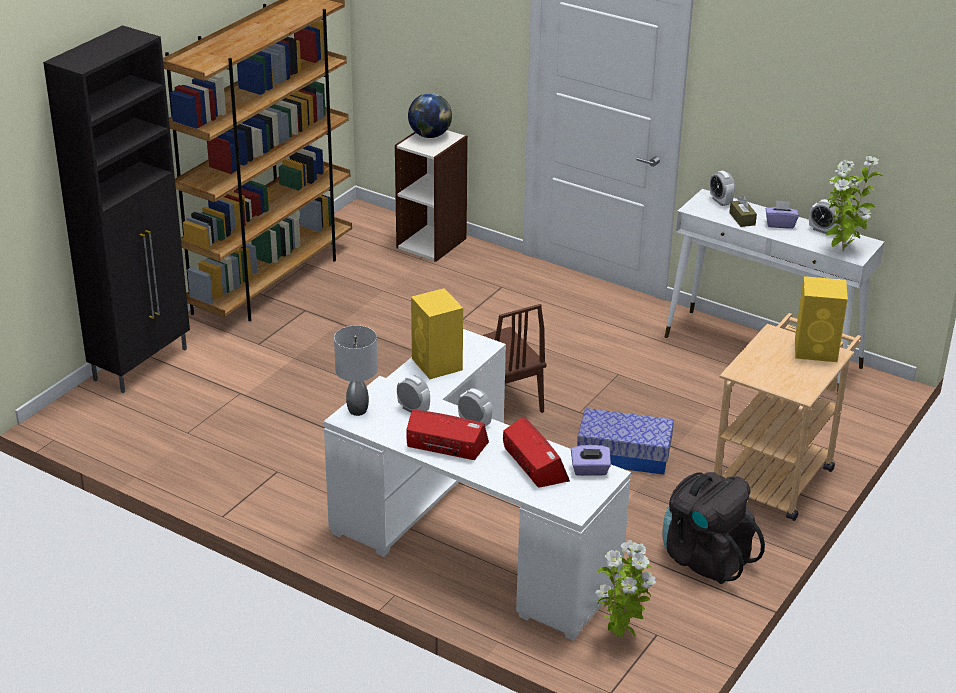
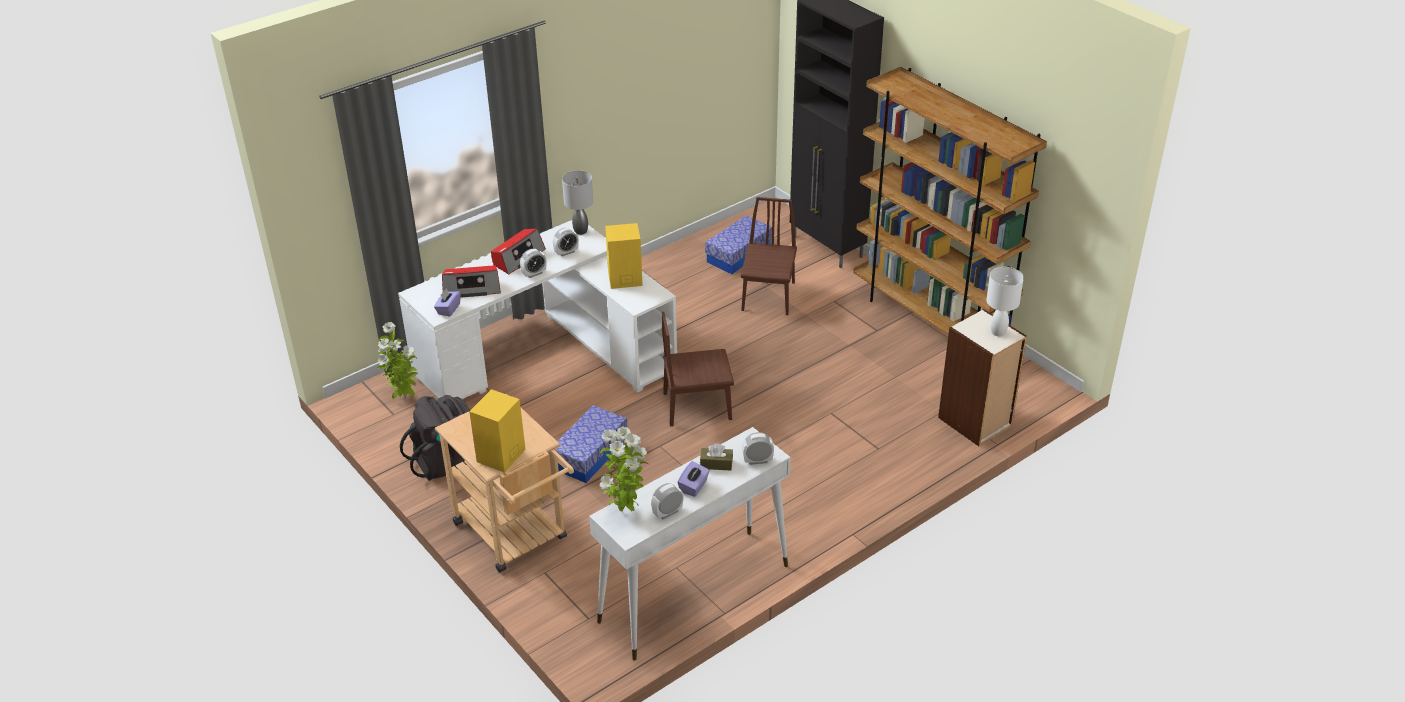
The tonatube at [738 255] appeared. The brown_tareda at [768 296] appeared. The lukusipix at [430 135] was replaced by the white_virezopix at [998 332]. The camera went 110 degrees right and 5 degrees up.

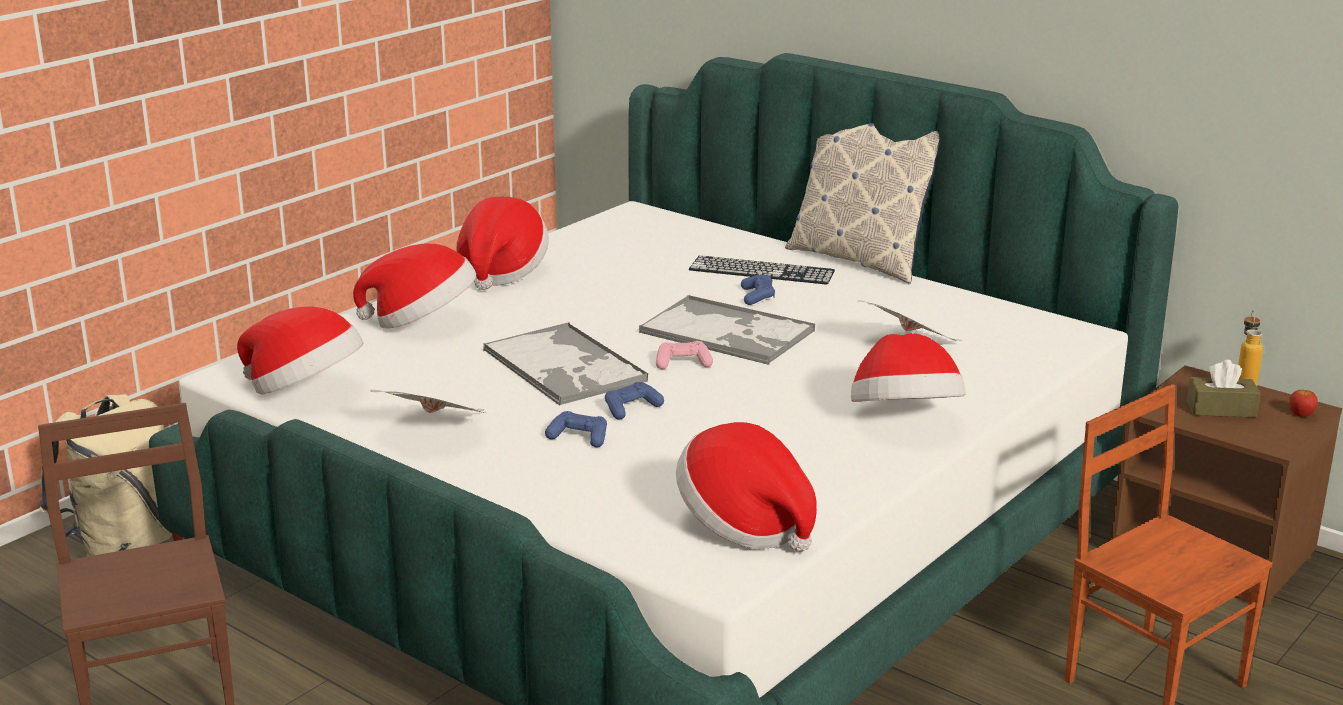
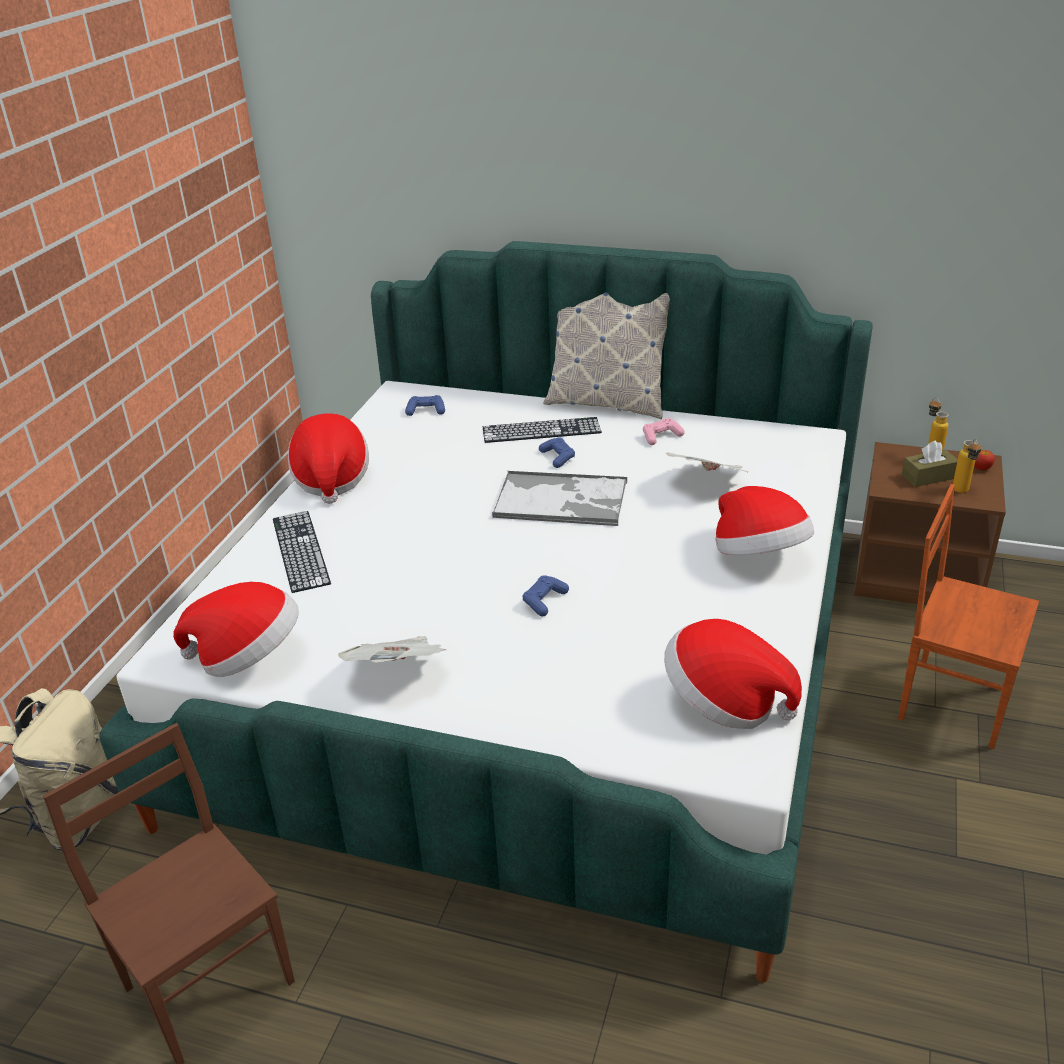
The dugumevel at [422 321] was replaced by the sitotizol at [300 550]. The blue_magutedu moved from [579 437] to [426 411]. The pink_magutedu moved from [683 363] to [661 437]. The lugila at [962 493] appeared. The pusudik at [565 366] disappeared. The camera went 20 degrees left and 10 degrees up.

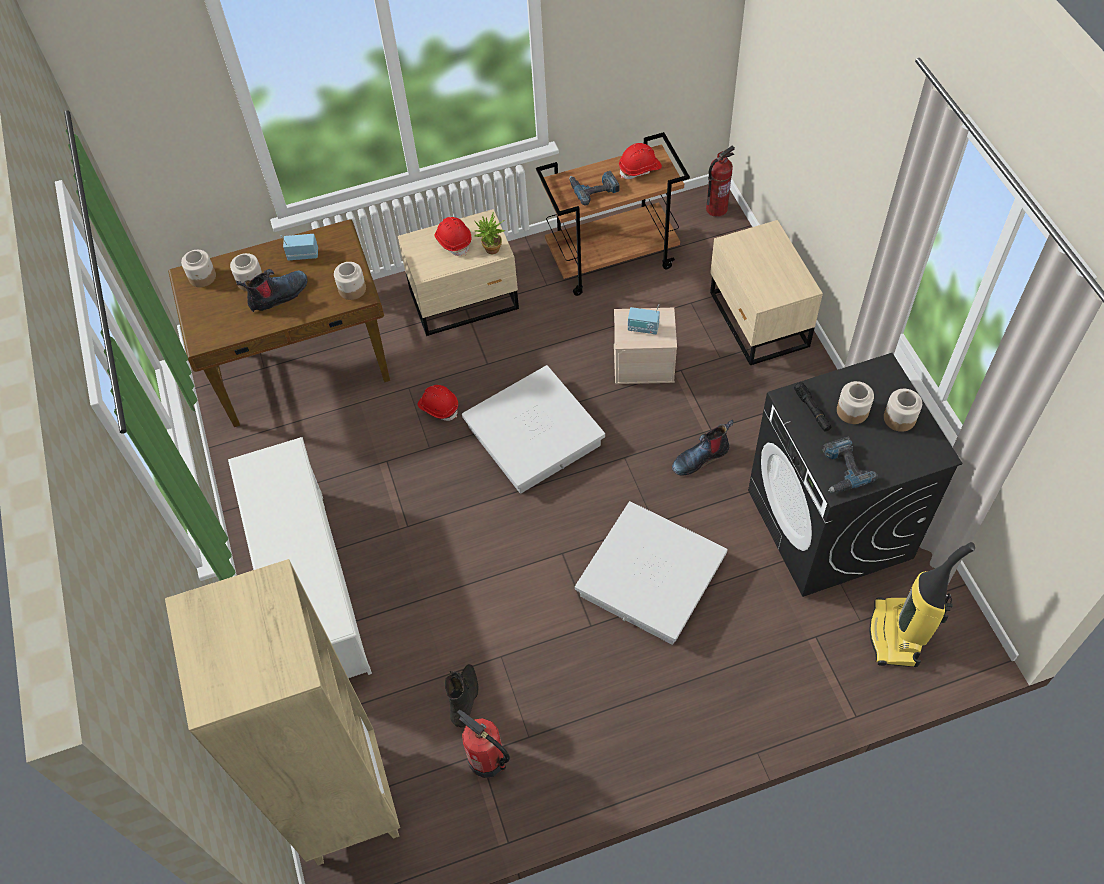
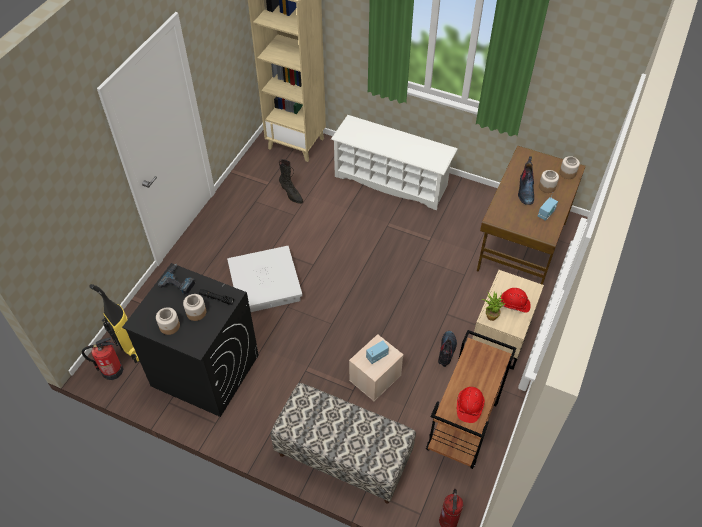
The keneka moved from [487 760] to [111 370]. The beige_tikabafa at [757 321] was replaced by the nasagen at [343 457]. The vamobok moved from [700 457] to [447 351]. The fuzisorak at [352 289] disappeared. The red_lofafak at [438 407] disappeared. The white_tonatube at [533 436] disappeared. The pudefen at [593 188] disappeared. The camera went 130 degrees right and 5 degrees down.

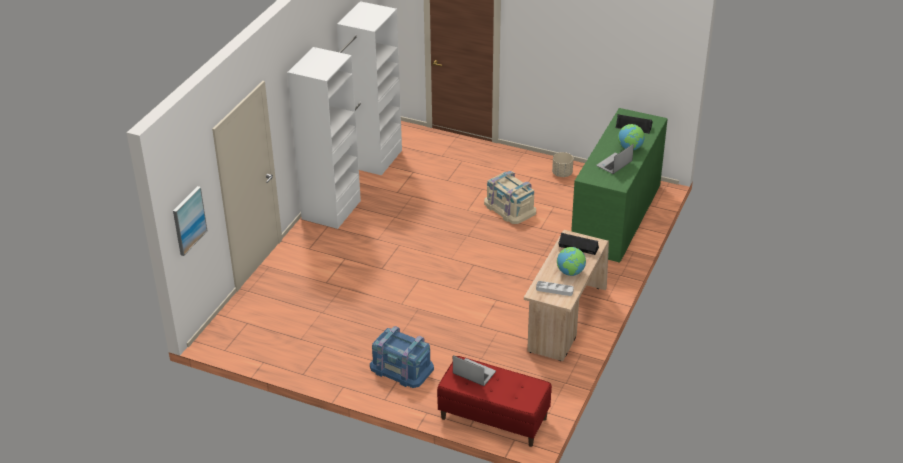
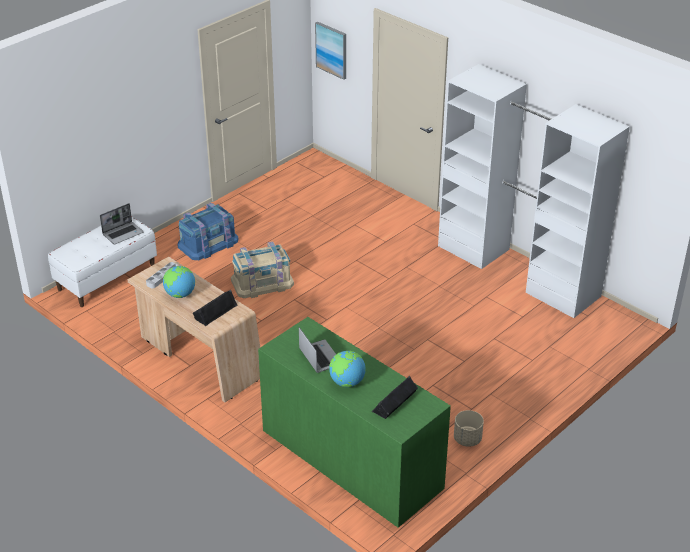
The red_nasagen at [493 418] became the white_nasagen at [106 277]. The beige_tonatube moved from [509 207] to [262 282]. The camera went 110 degrees right and 0 degrees up.

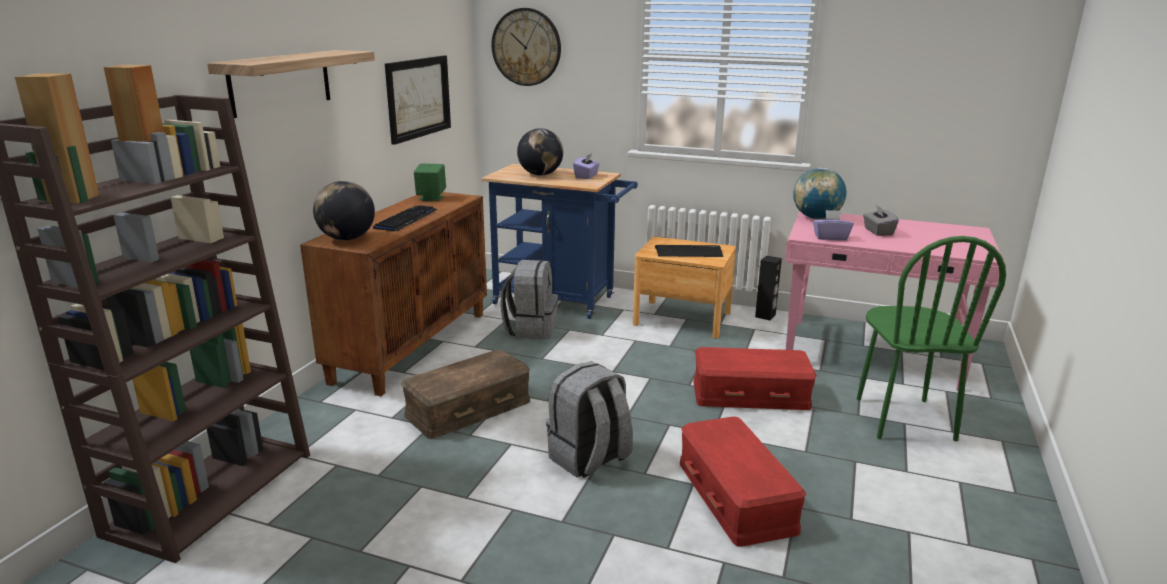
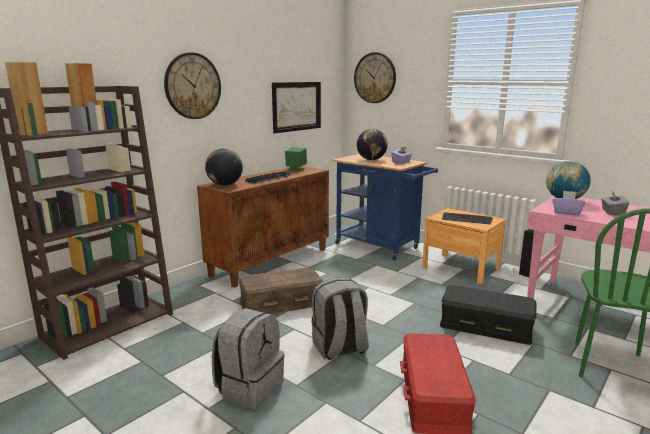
The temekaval at [281 82] was replaced by the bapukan at [192 86]. The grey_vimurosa moved from [531 329] to [249 387]. The red_tonatube at [750 393] became the black_tonatube at [486 325]. The camera went 20 degrees right and 5 degrees down.

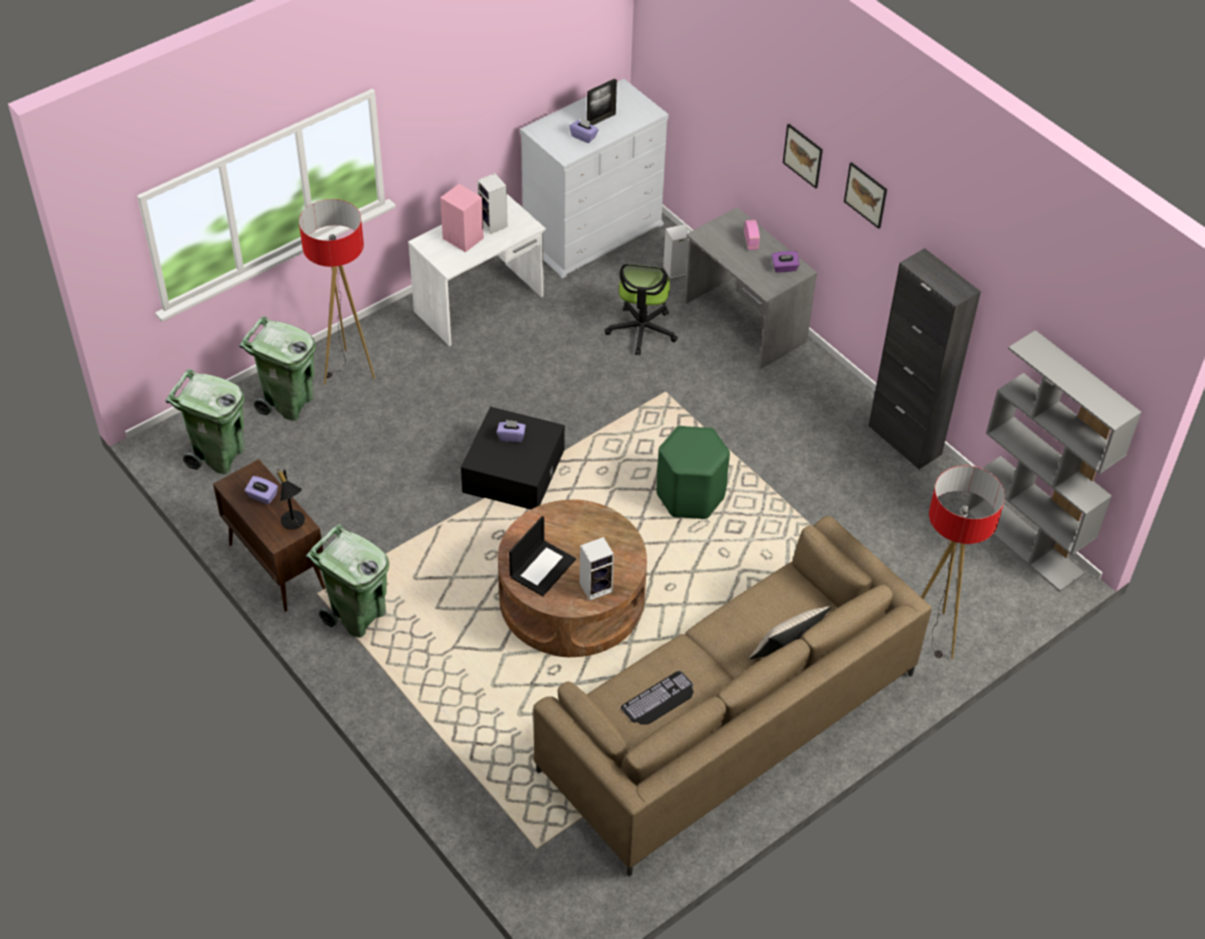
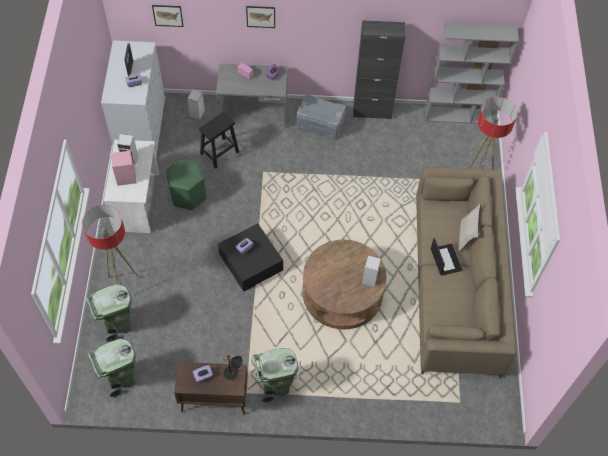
The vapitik moved from [866 195] to [168 15]. The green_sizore moved from [690 496] to [188 195]. The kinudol at [642 330] was replaced by the black_sizore at [219 153]. The grey_tonatube at [320 124] appeared. The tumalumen moved from [542 567] to [445 259]. The sitotizol at [659 700] disappeared. The camera went 50 degrees left and 10 degrees up.

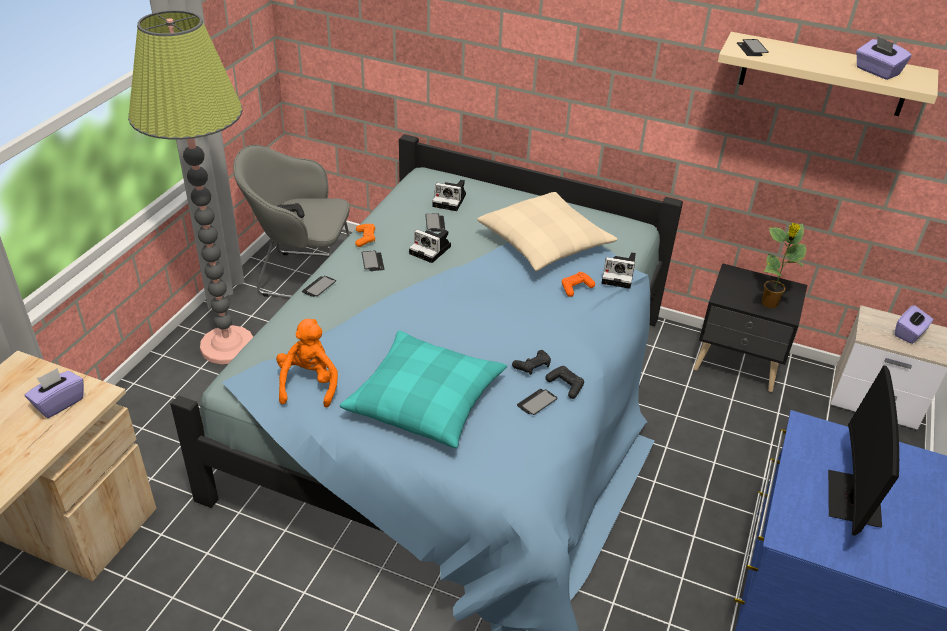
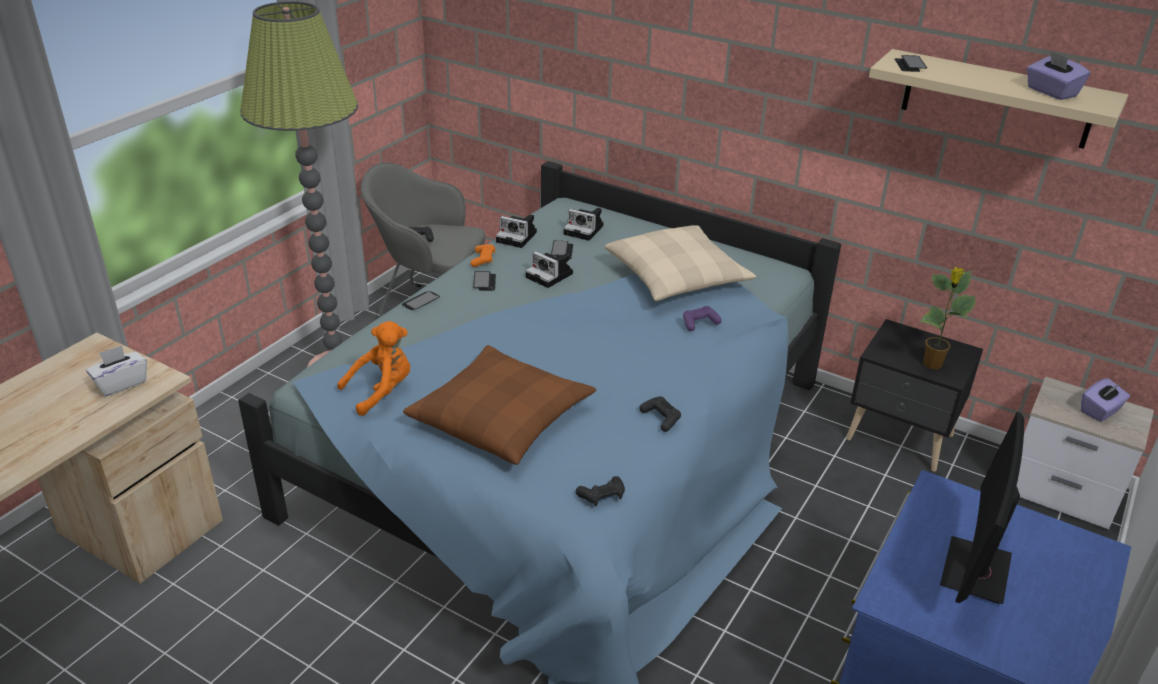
The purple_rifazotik at [59 403] became the white_rifazotik at [121 383]. The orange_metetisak at [309 384] turned 45 degrees clockwise. The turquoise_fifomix at [425 399] became the brown_fifomix at [501 417]. The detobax moved from [619 275] to [518 237]. The black_magutedu moved from [532 366] to [602 496]. The orange_magutedu at [576 288] became the purple_magutedu at [699 323]. The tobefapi at [537 402] disappeared. The camera went 10 degrees right and 5 degrees down.

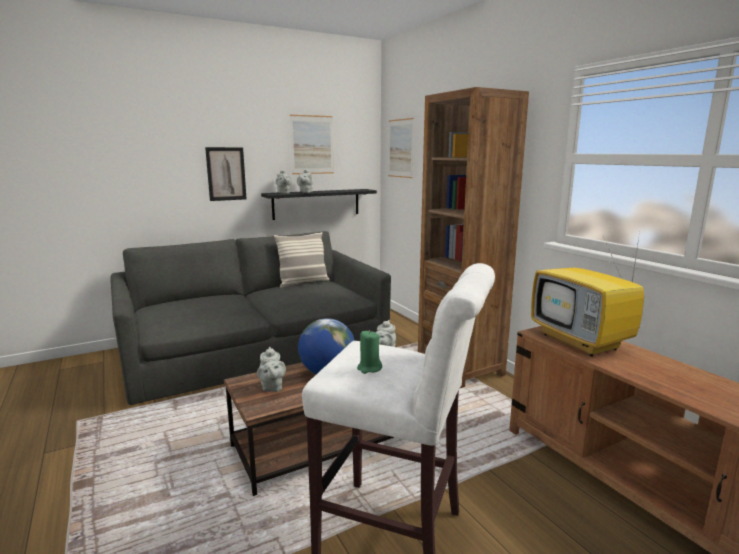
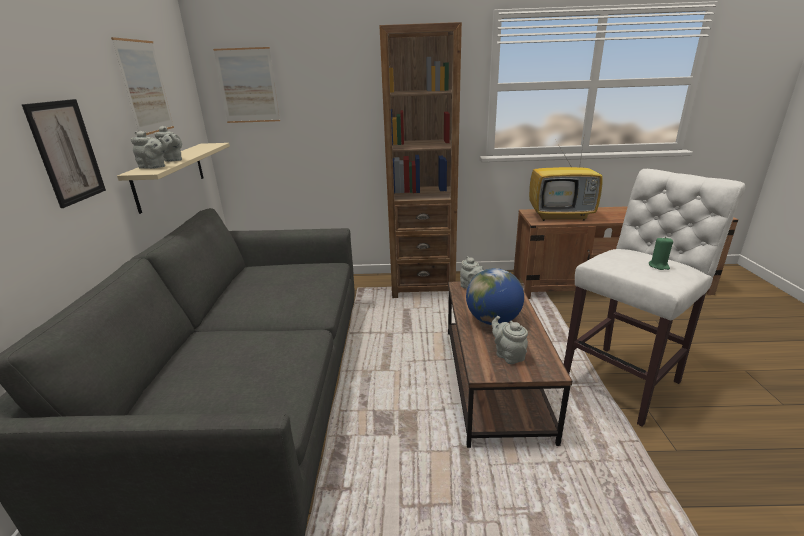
The black_temekaval at [316 203] became the beige_temekaval at [170 175]. The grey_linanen at [272 387] turned 135 degrees counterclockwise. The fifomix at [303 283] disappeared. The camera went 60 degrees left and 10 degrees up.

